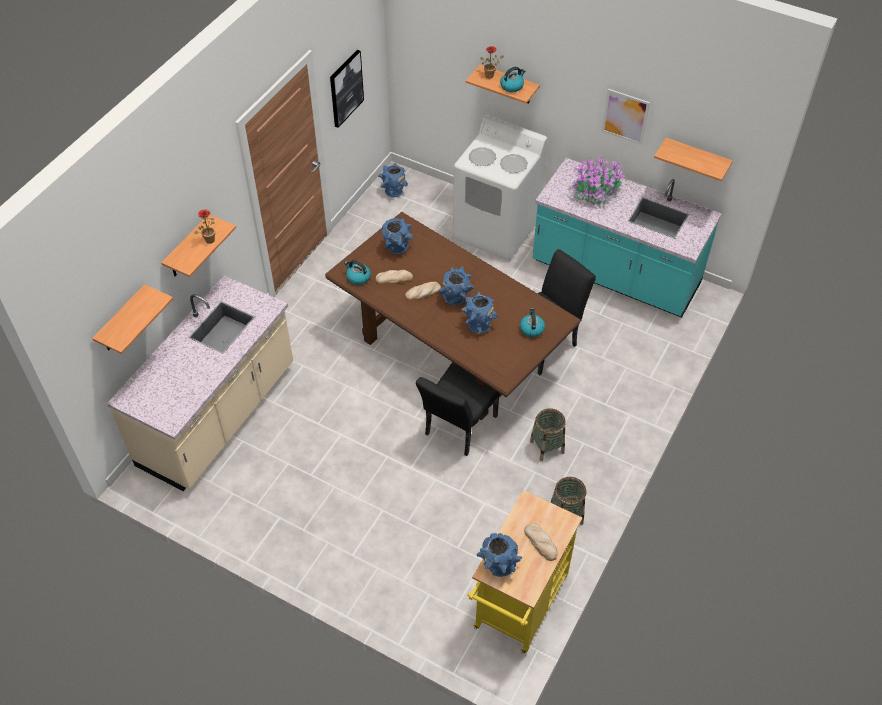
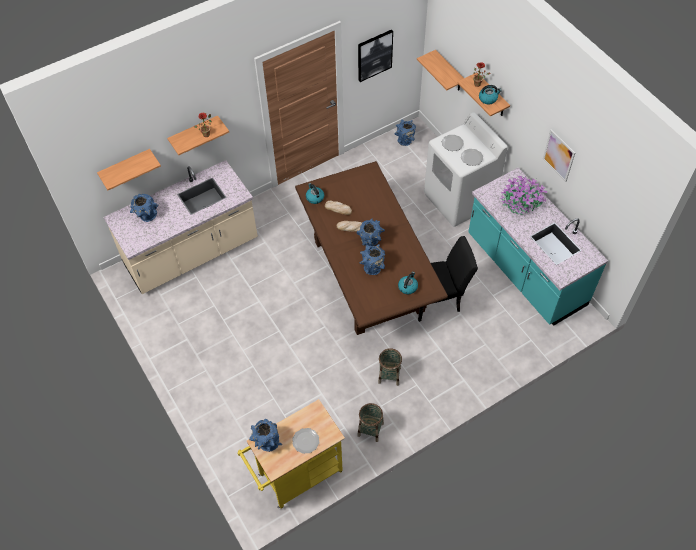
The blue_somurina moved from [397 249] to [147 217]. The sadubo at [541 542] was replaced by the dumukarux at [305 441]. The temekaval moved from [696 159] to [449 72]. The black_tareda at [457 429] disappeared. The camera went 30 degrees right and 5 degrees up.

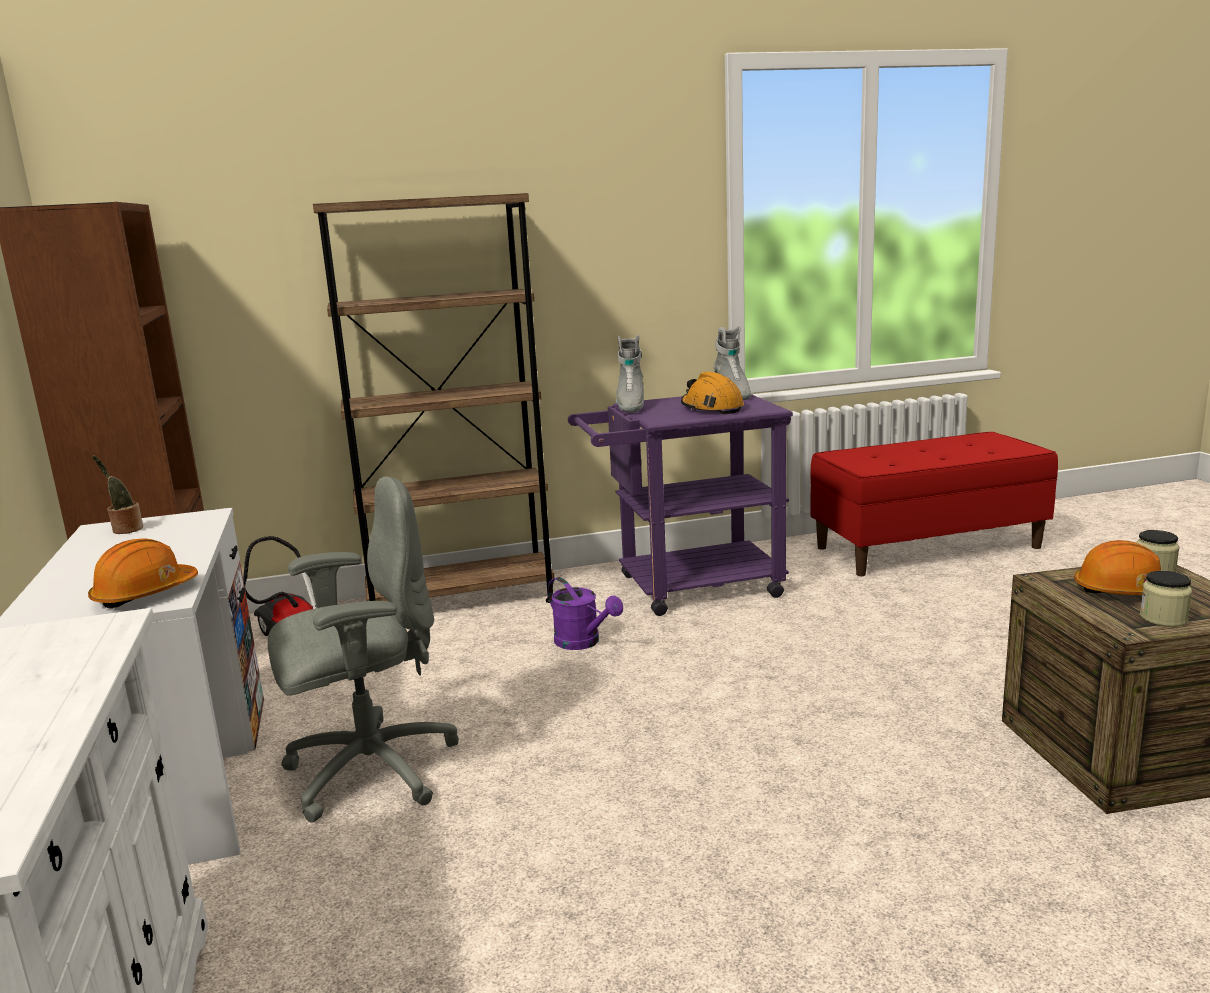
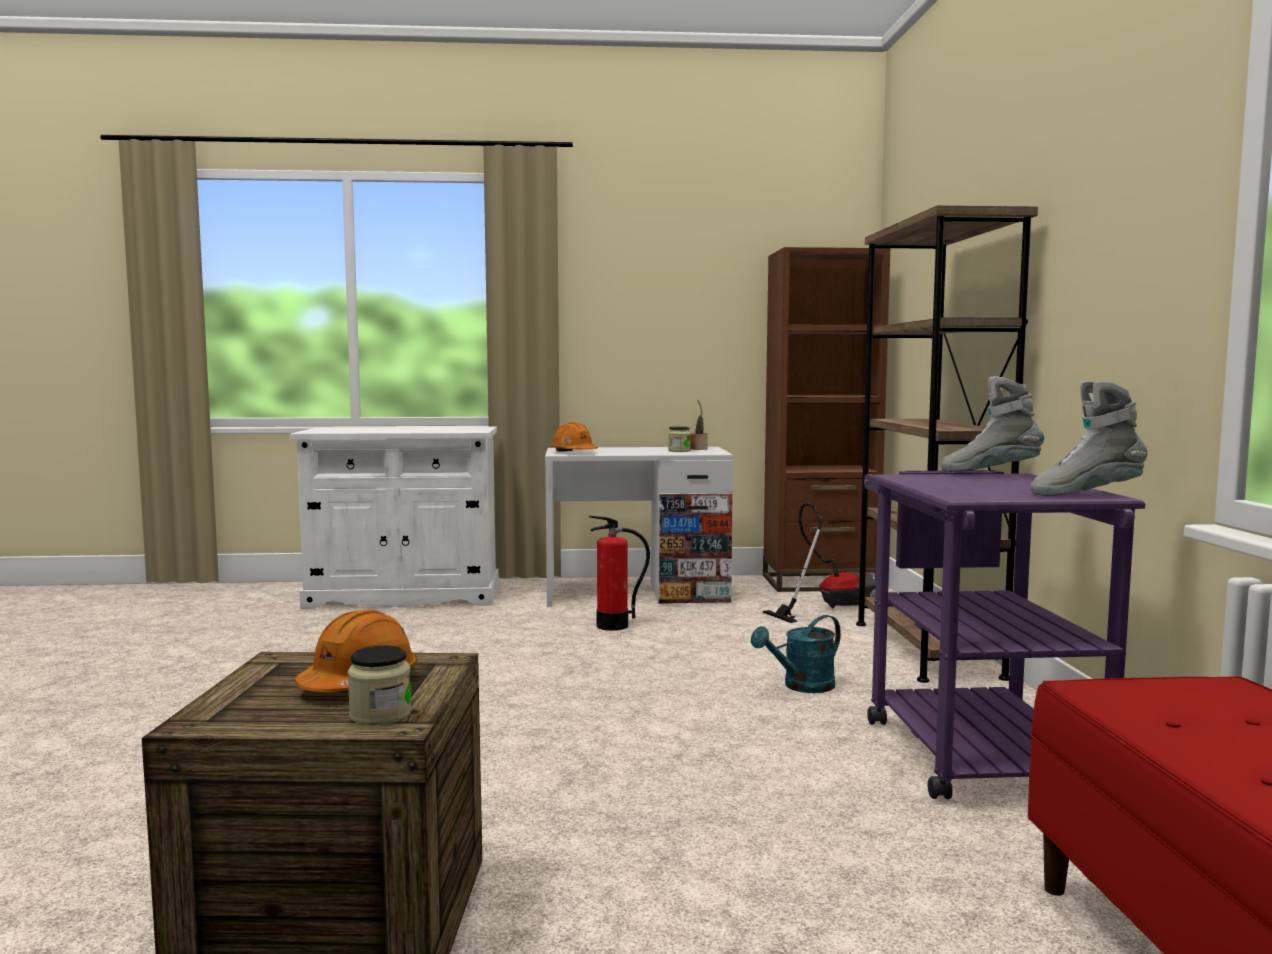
The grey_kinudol at [369 771] was replaced by the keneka at [613 626]. The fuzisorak moved from [1163 618] to [679 451]. The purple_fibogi at [583 642] became the turquoise_fibogi at [802 686]. The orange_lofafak at [711 408] disappeared. The camera went 100 degrees right and 10 degrees down.

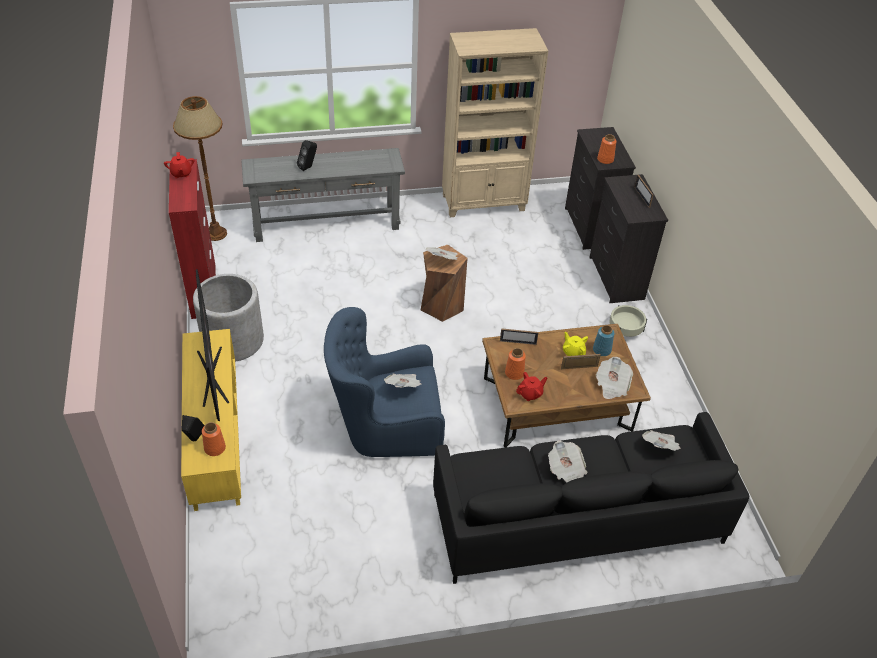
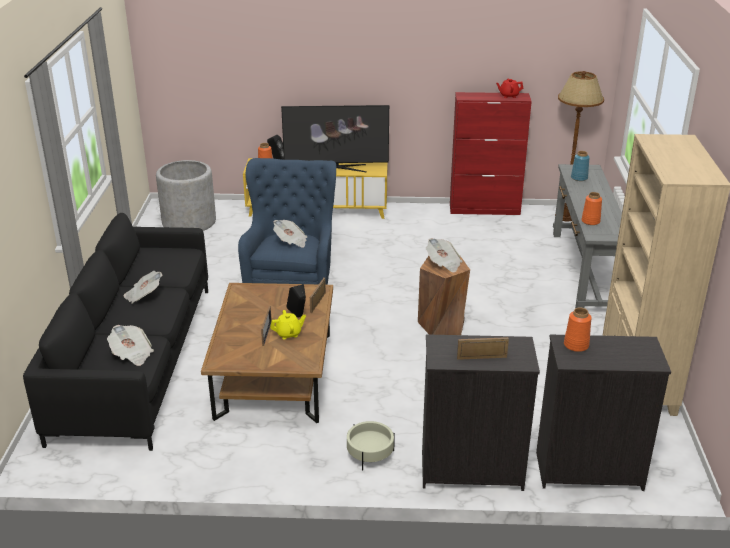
The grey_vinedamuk moved from [233 340] to [189 222]. The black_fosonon moved from [308 167] to [298 316]. The blue_somurina moved from [601 350] to [579 178]. The orange_somurina moved from [514 373] to [590 221]. The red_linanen at [530 394] disappeared. The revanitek at [612 385] disappeared. The camera went 105 degrees right and 15 degrees down.

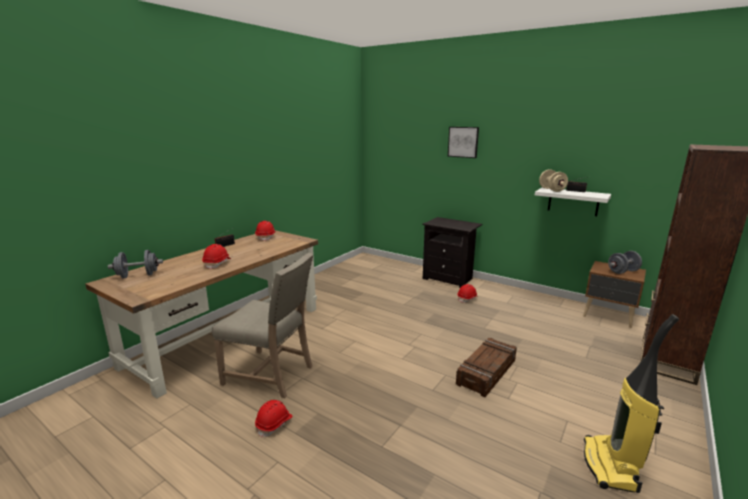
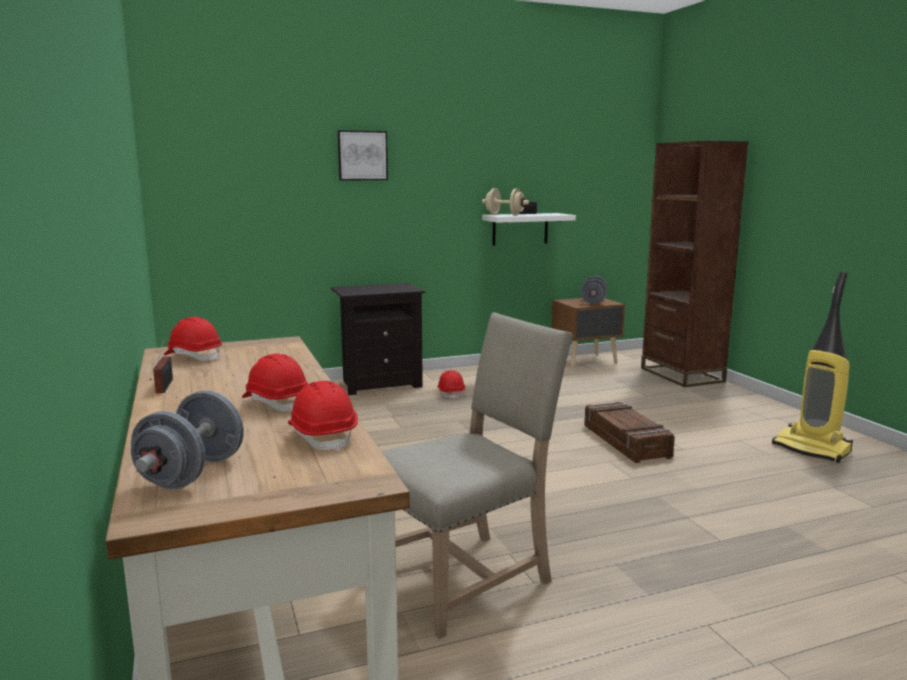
The red_lofafak moved from [274 424] to [323 437]. The camera went 55 degrees left and 5 degrees down.

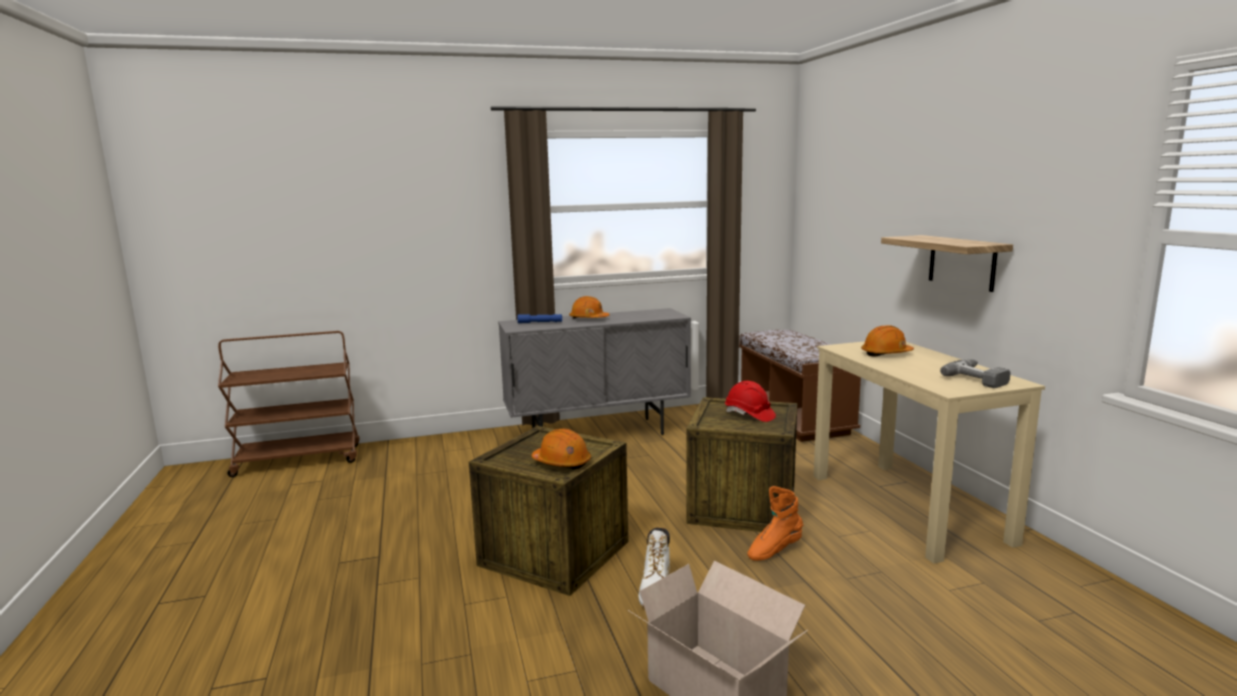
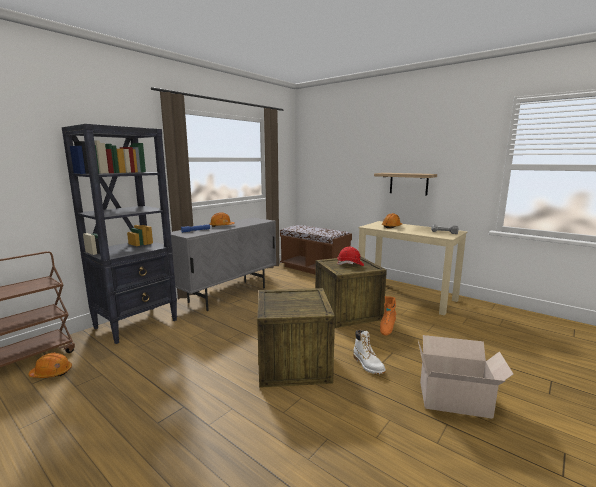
The orange_lofafak moved from [562 462] to [52 373]. The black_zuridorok at [137 324] appeared. The camera went 35 degrees left and 0 degrees up.

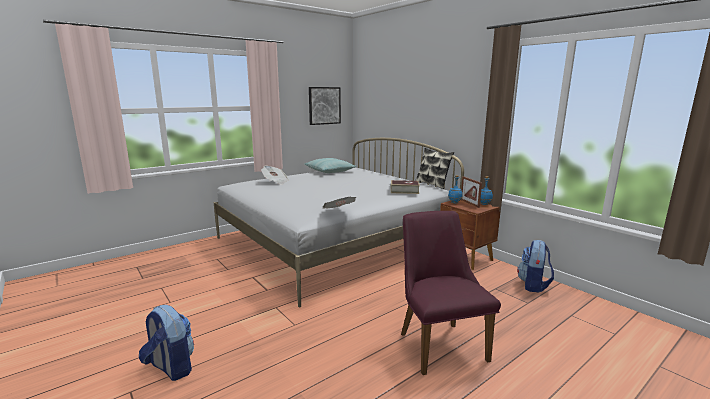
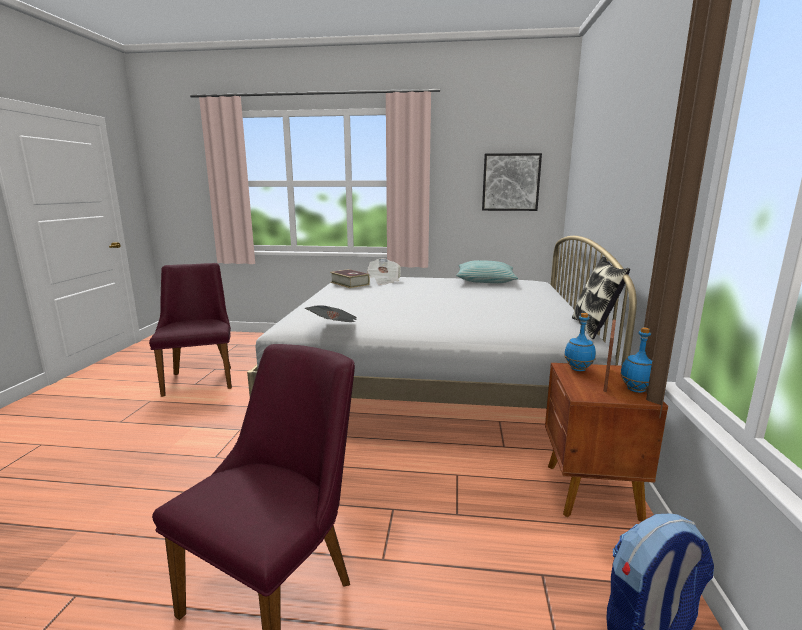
The purple_tareda at [201 378] appeared. The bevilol moved from [404 191] to [349 283]. The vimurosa at [170 368] disappeared. The camera went 45 degrees right and 0 degrees up.

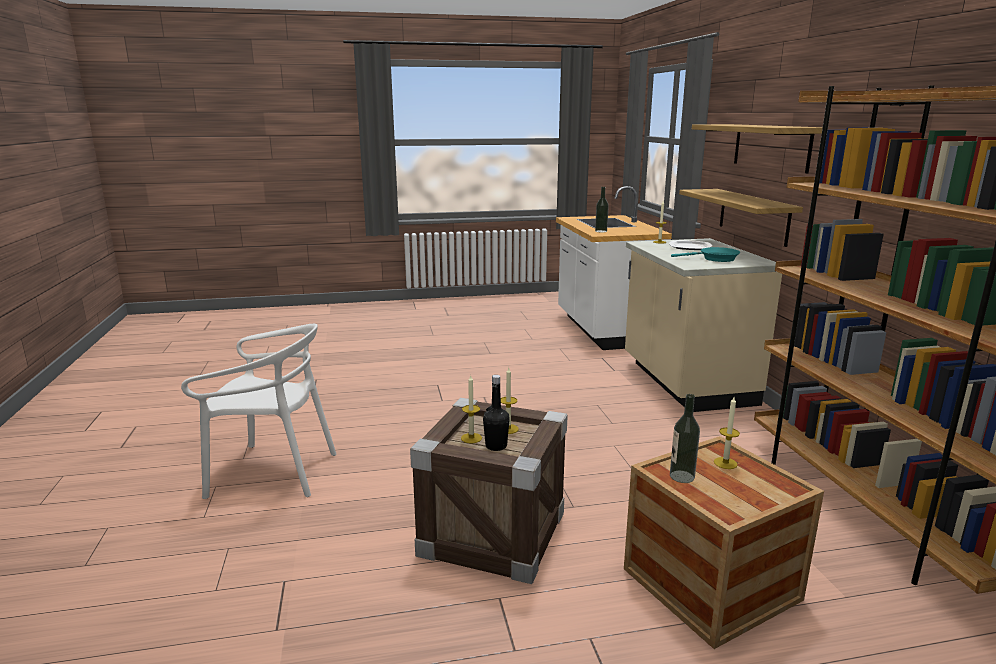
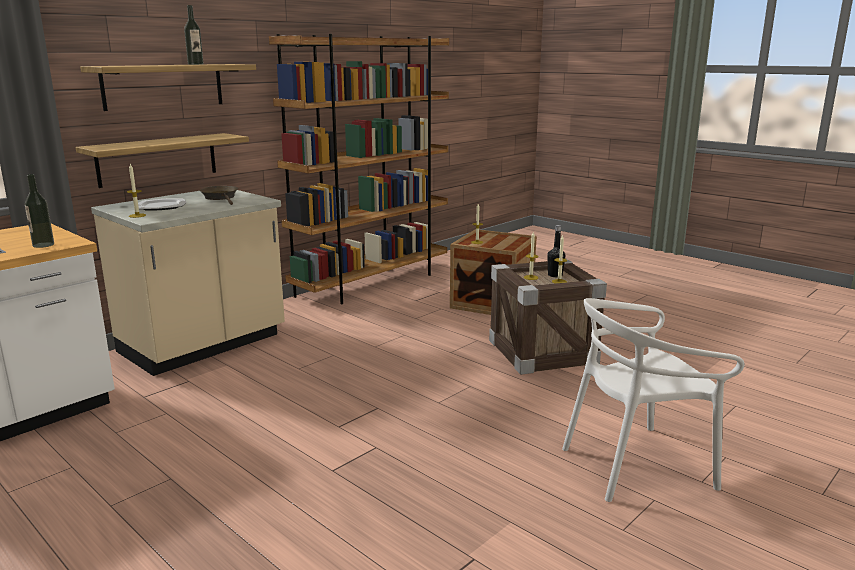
The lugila moved from [682 476] to [195 64]. The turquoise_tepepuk at [715 259] became the brown_tepepuk at [221 197]. The white_tareda at [273 472] turned 75 degrees counterclockwise. The camera went 125 degrees left and 0 degrees up.

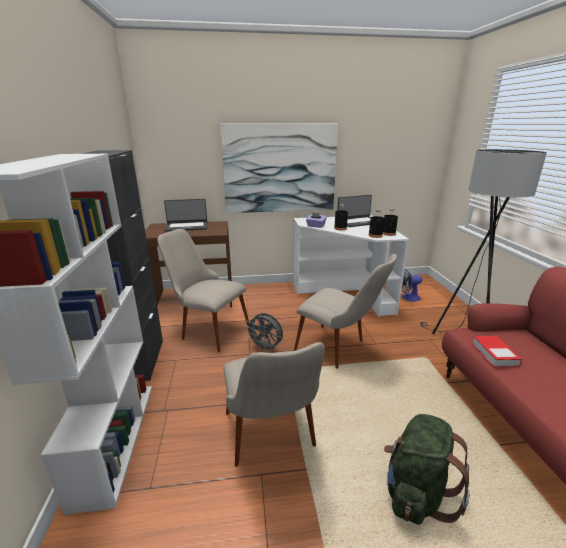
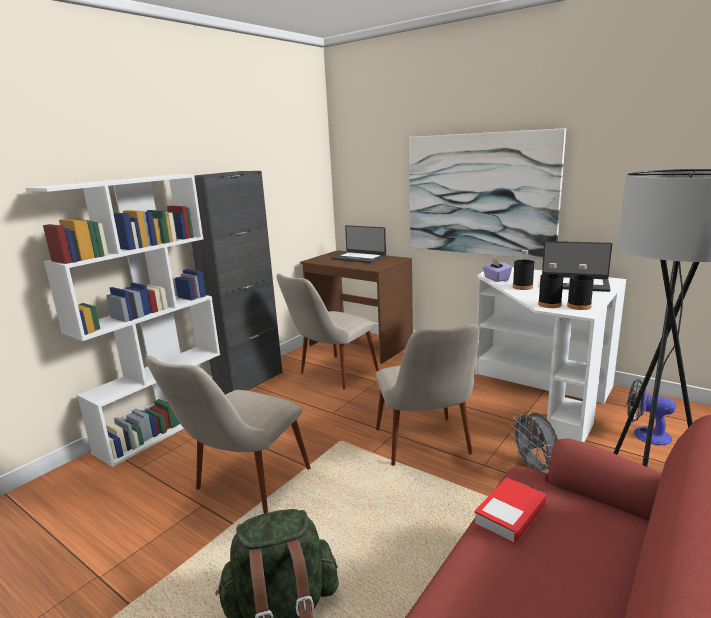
The beige_tareda at [207 329] turned 120 degrees counterclockwise. The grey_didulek moved from [266 348] to [534 468]. The camera went 45 degrees right and 5 degrees down.

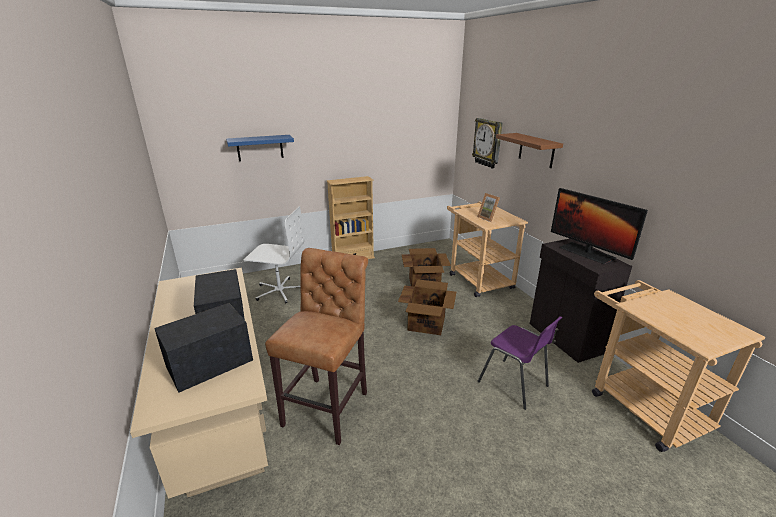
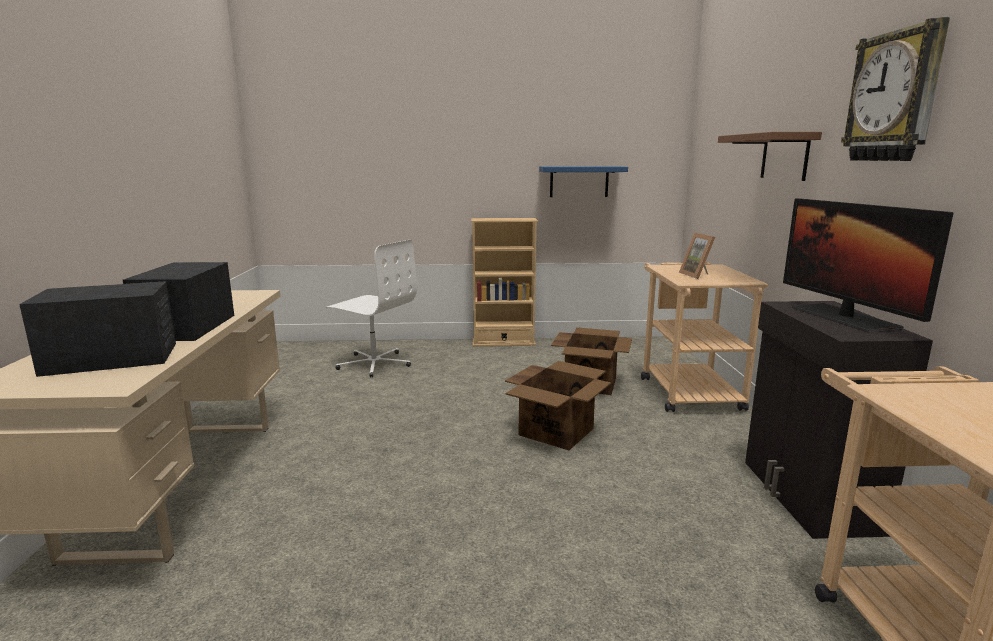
The blue_temekaval moved from [260 147] to [579 181]. The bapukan moved from [488 143] to [894 97]. The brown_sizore at [329 405] disappeared. The purple_tareda at [514 385] disappeared. The camera went 20 degrees right and 10 degrees down.

